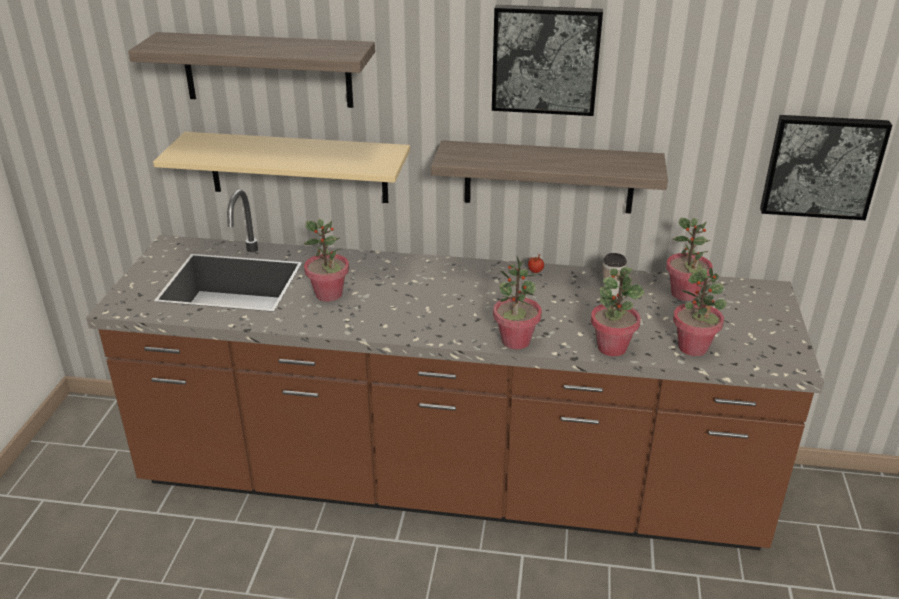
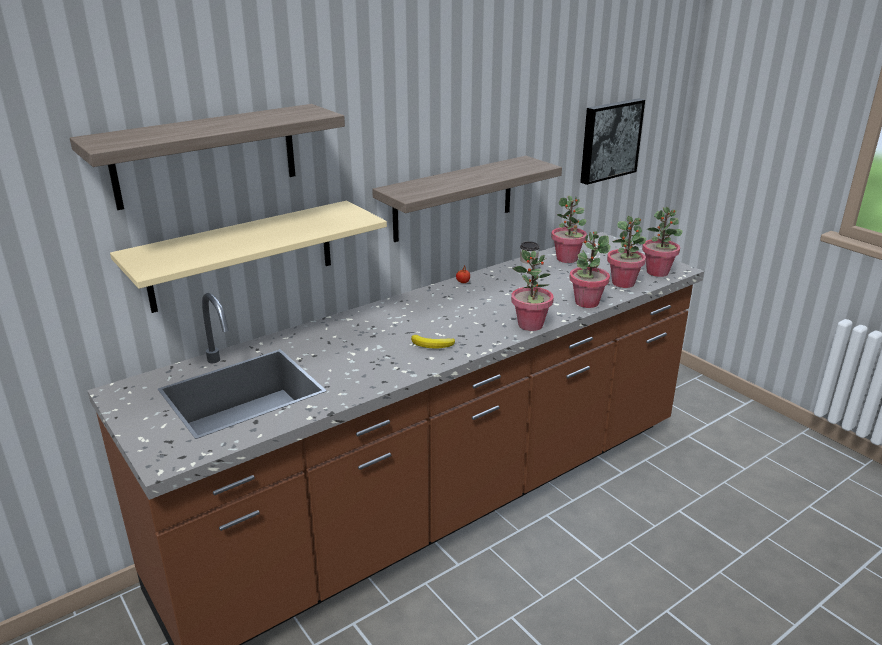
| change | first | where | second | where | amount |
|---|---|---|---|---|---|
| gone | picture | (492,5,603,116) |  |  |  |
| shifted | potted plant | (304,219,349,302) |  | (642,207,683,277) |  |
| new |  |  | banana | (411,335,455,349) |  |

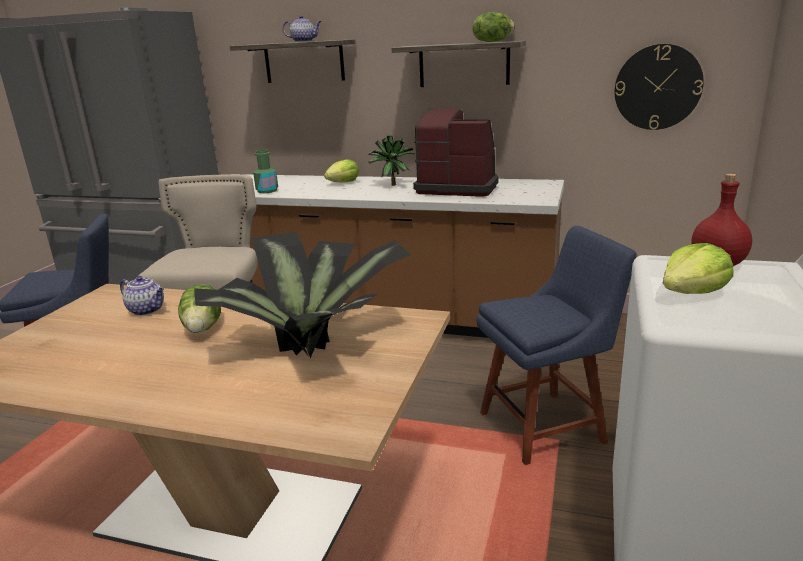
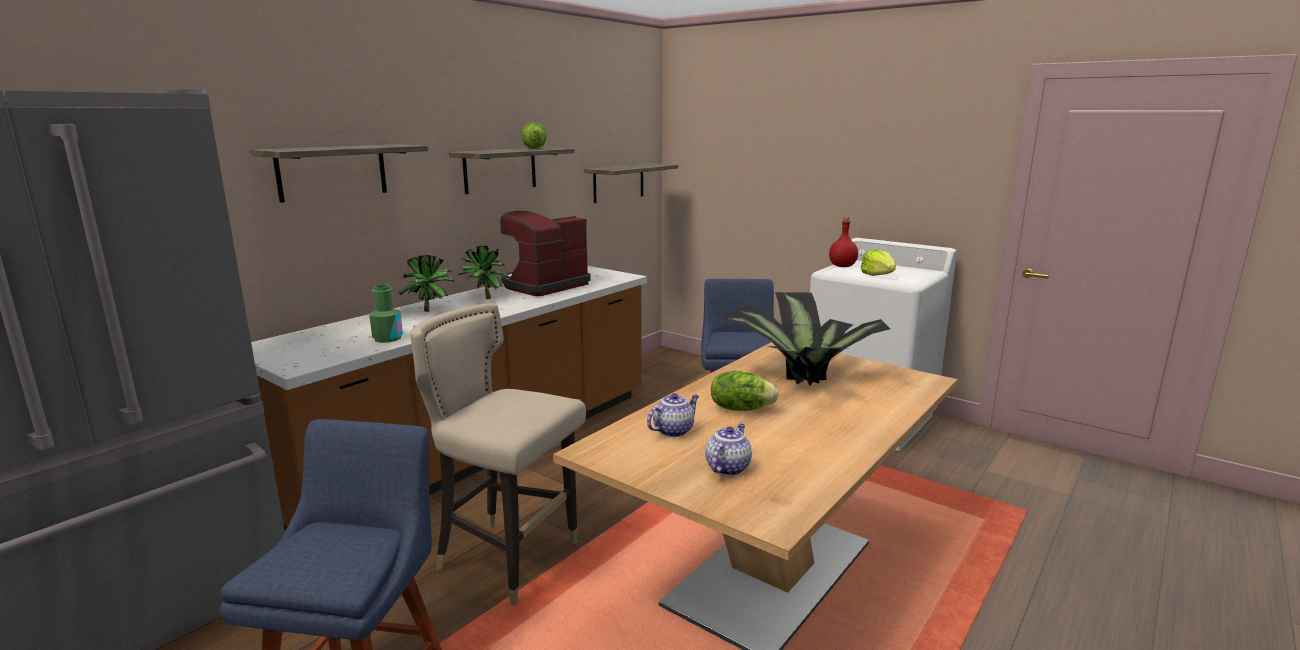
| change | first | where | second | where | amount |
|---|---|---|---|---|---|
| shifted | teapot | (282,15,322,42) |  | (705,424,752,476) |  |
| swapped | wall clock | (615,44,704,130) | shelf | (584,163,678,203) |  |
| swapped | lettuce | (324,159,359,182) | potted plant | (399,255,455,312) |  |

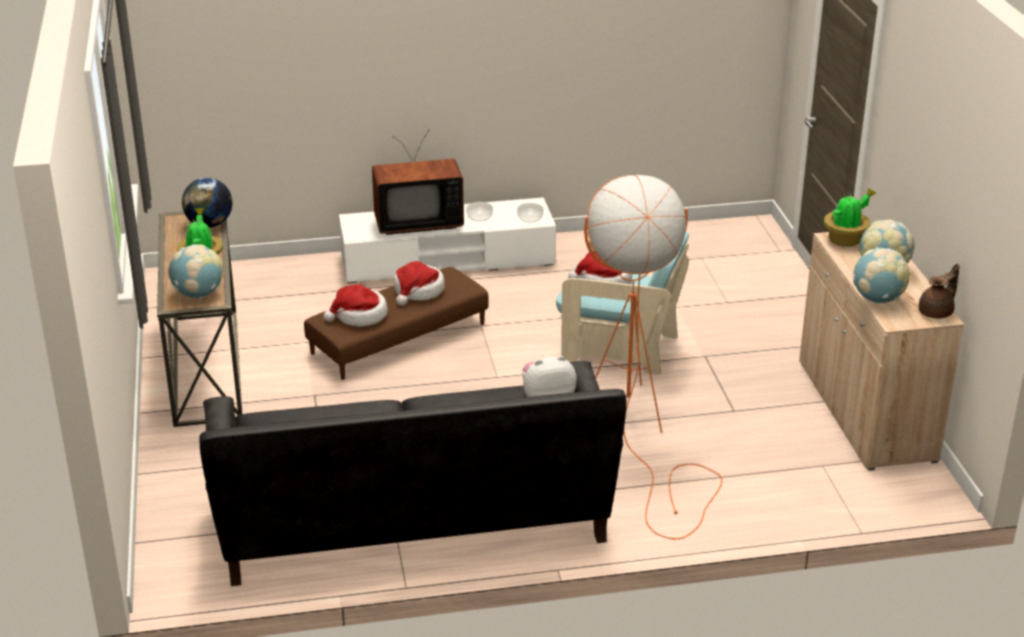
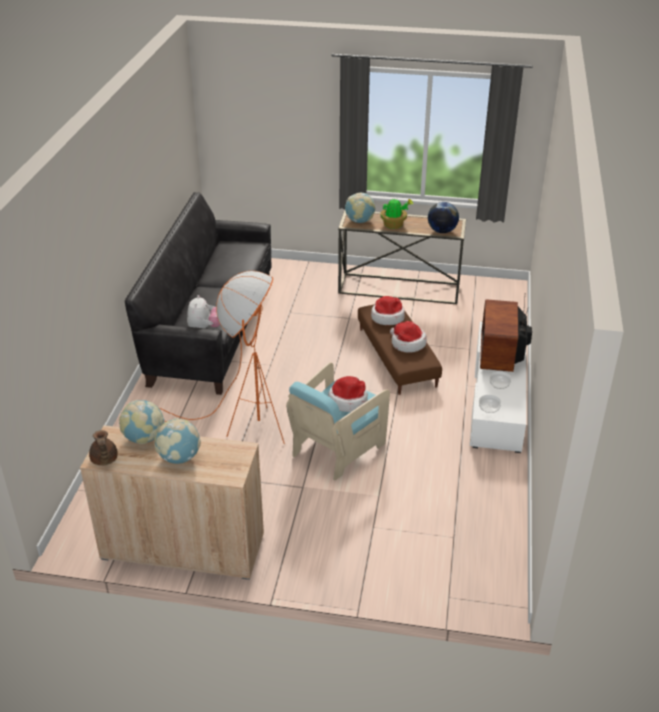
| change | first | where | second | where | amount |
|---|---|---|---|---|---|
| gone | potted plant | (824,188,877,247) |  |  |  |

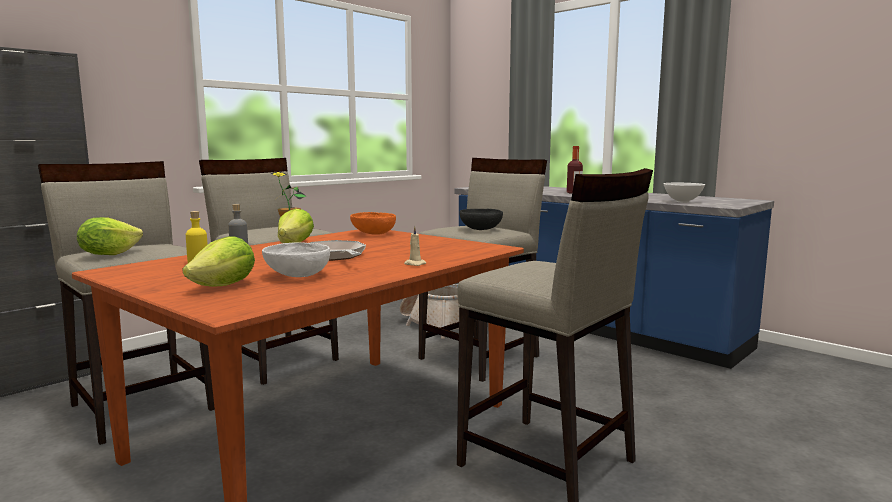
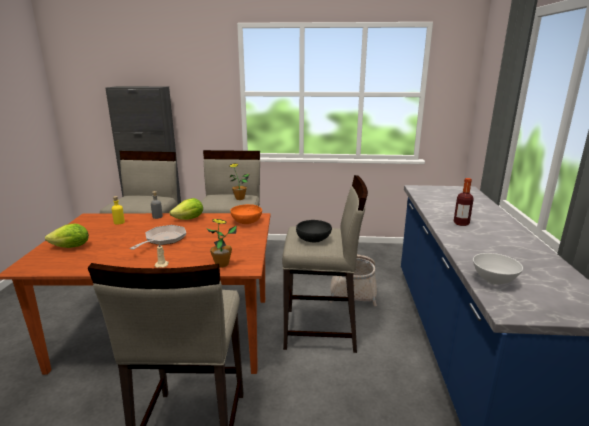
| change | first | where | second | where | amount |
|---|---|---|---|---|---|
| gone | lettuce | (77,217,143,255) |  |  |  |
| gone | white bowl | (262,242,330,277) |  |  |  |
| new |  |  | potted plant | (206,219,237,268) |  |

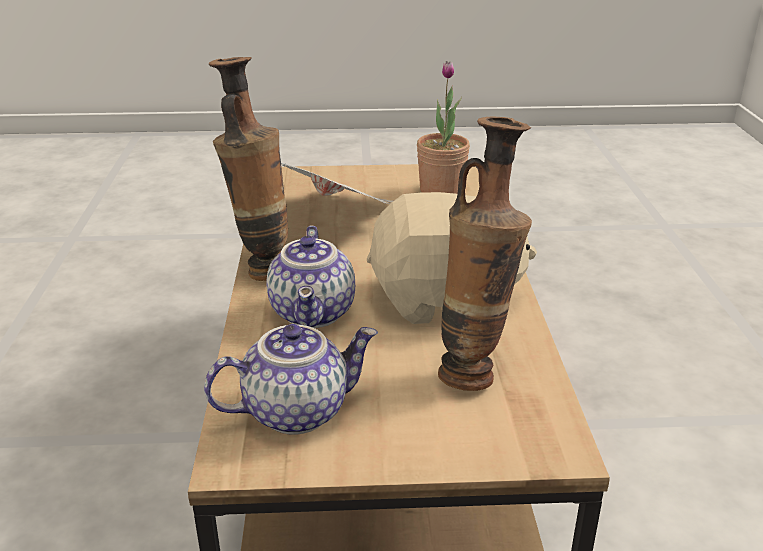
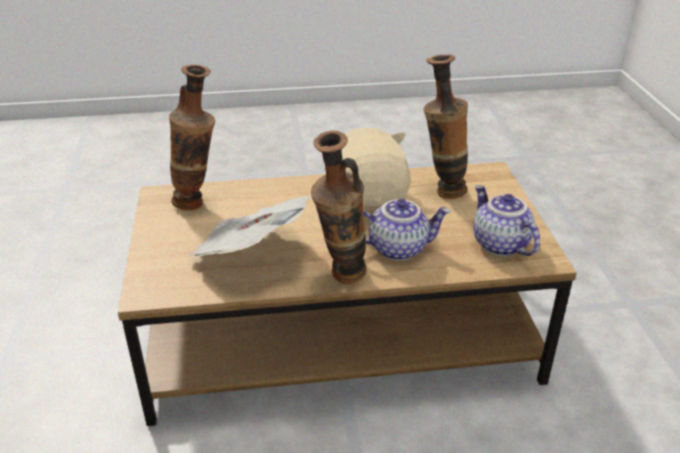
| change | first | where | second | where | amount |
|---|---|---|---|---|---|
| swapped | potted plant | (417,61,470,194) | vase | (169,65,215,211) |  |

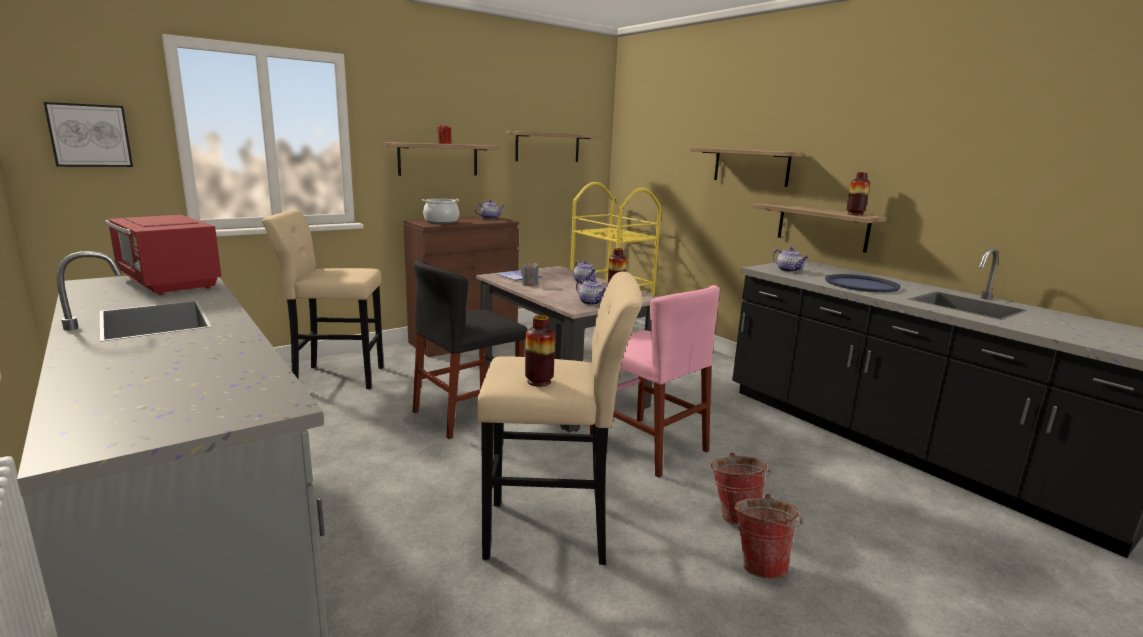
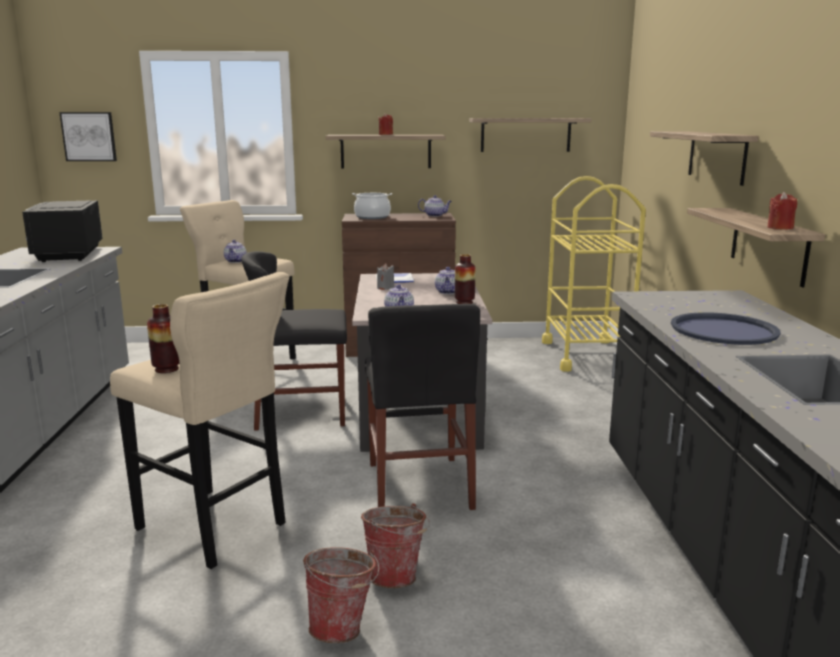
| change | first | where | second | where | amount |
|---|---|---|---|---|---|
| swapped | vase | (847,172,870,215) | red candle | (767,192,797,229) |  |
| repainted | red microwave | (105,215,222,295) | black microwave | (22,201,103,262) |  |
| shifted | teapot | (773,247,808,272) |  | (224,240,247,263) |  |
| repainted | pink chair | (590,285,720,478) | black chair | (365,304,480,510) |  |

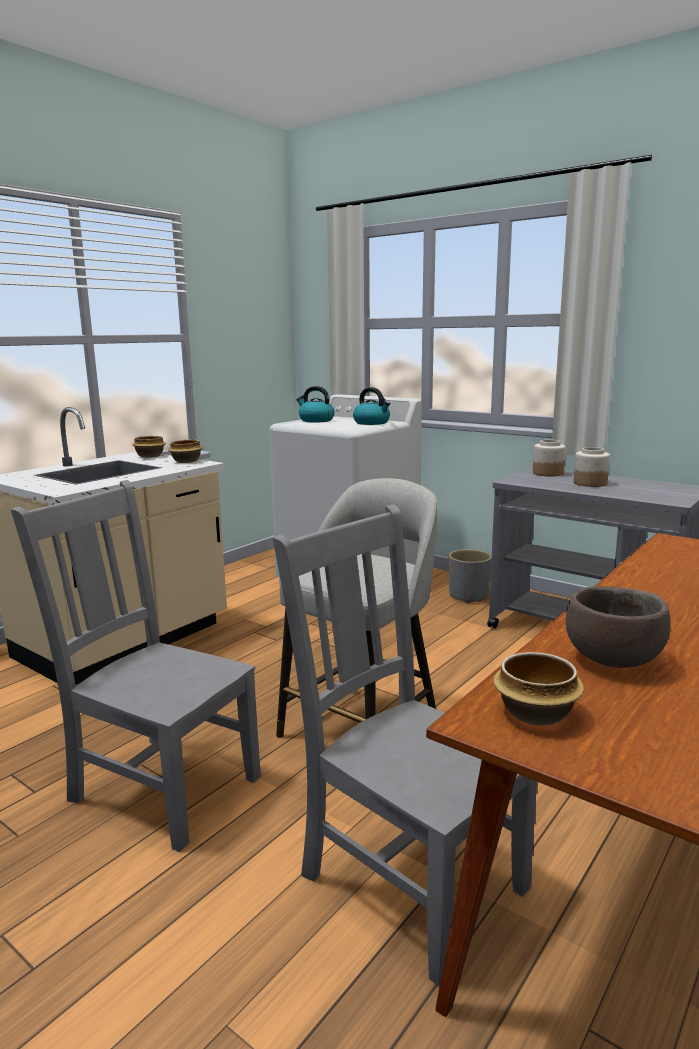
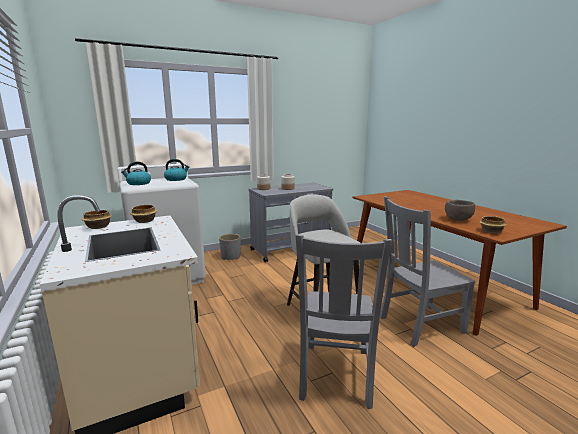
| change | first | where | second | where | amount |
|---|---|---|---|---|---|
| rotated | grey chair | (11,480,261,852) |  | (296,234,392,409) | 45 degrees counterclockwise |

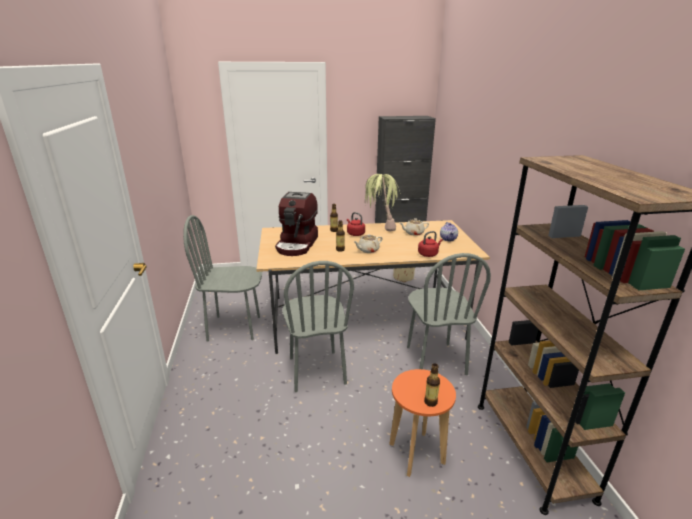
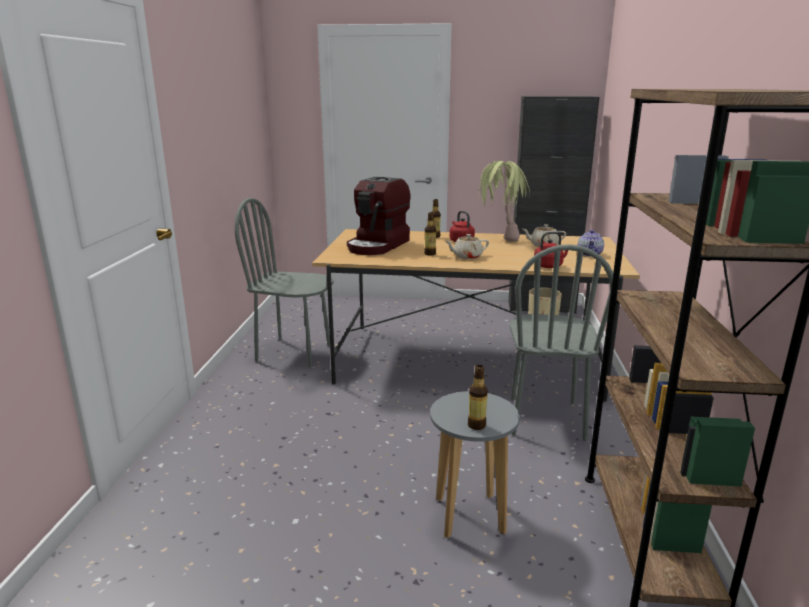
| change | first | where | second | where | amount |
|---|---|---|---|---|---|
| gone | grey chair | (282,261,354,392) |  |  |  |
| repainted | orange stool | (389,369,456,477) | grey stool | (430,391,520,538) |  |

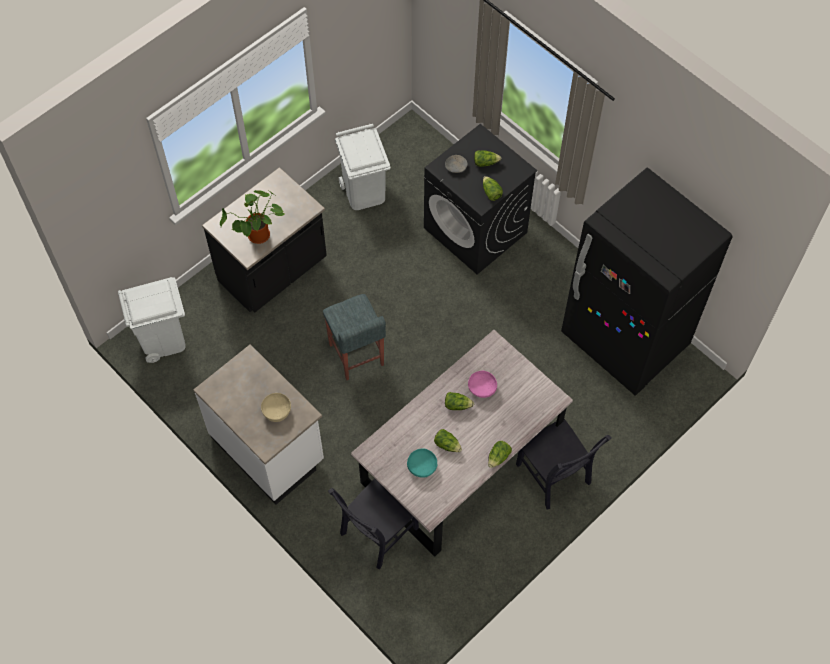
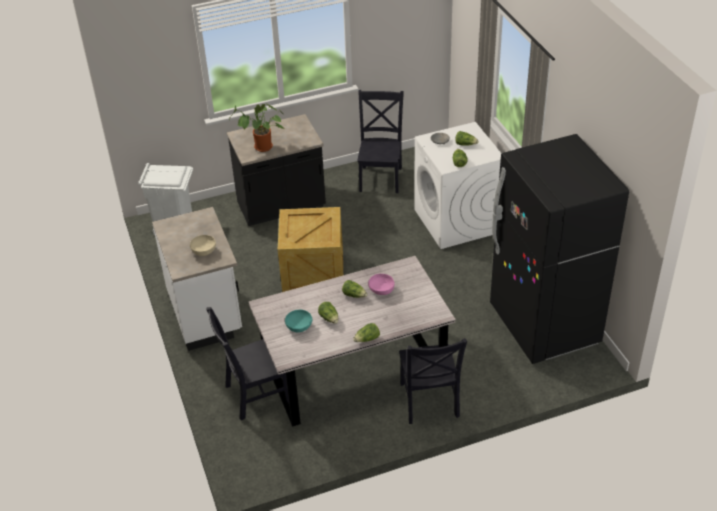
| change | first | where | second | where | amount |
|---|---|---|---|---|---|
| swapped | white trash can | (335,124,391,210) | black chair | (357,90,404,193) |  |
| repainted | black washing machine | (424,124,537,274) | white washing machine | (414,122,502,249) |  |
| swapped | grey stool | (323,294,386,380) | crate | (278,207,343,292) |  |

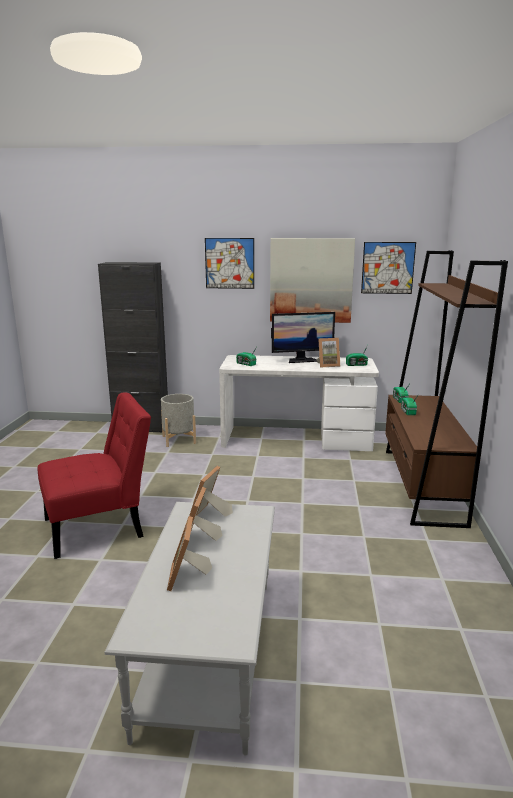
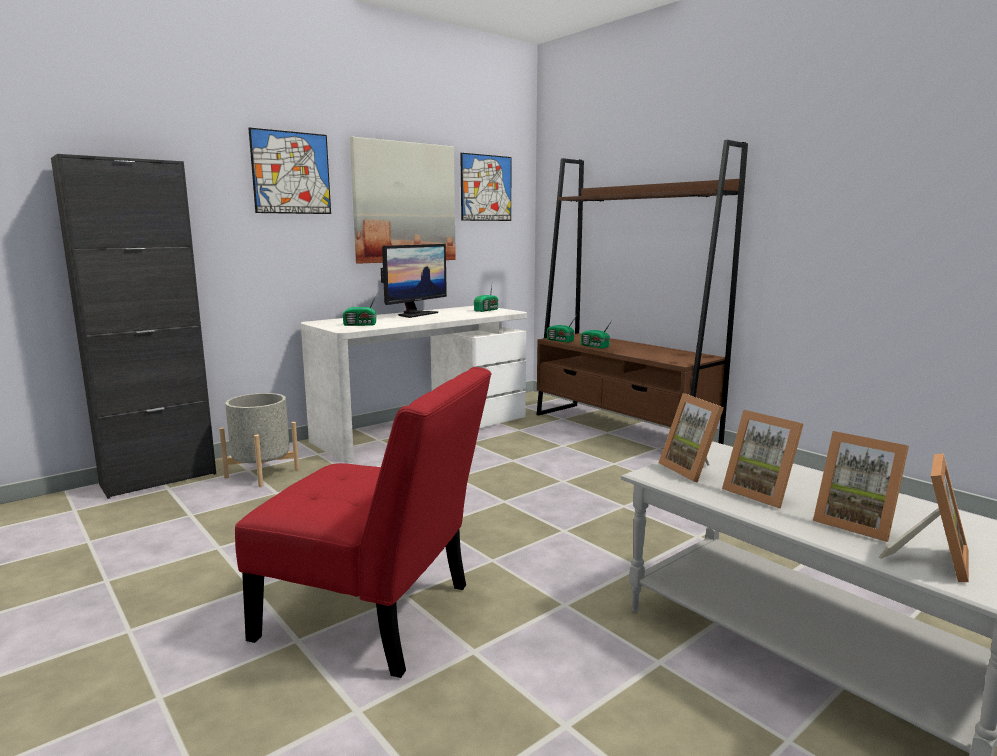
| change | first | where | second | where | amount |
|---|---|---|---|---|---|
| shifted | picture frame | (317,338,340,368) |  | (878,453,969,582) |  |
| rotated | red chair | (37,393,151,559) |  | (235,367,491,678) | 90 degrees clockwise |

